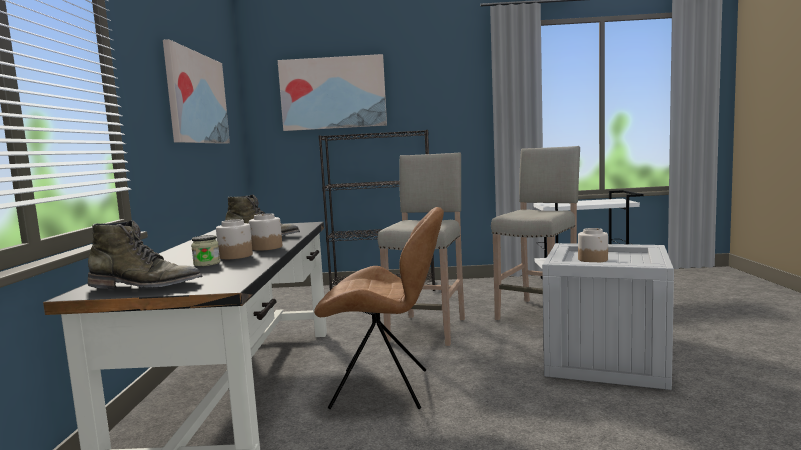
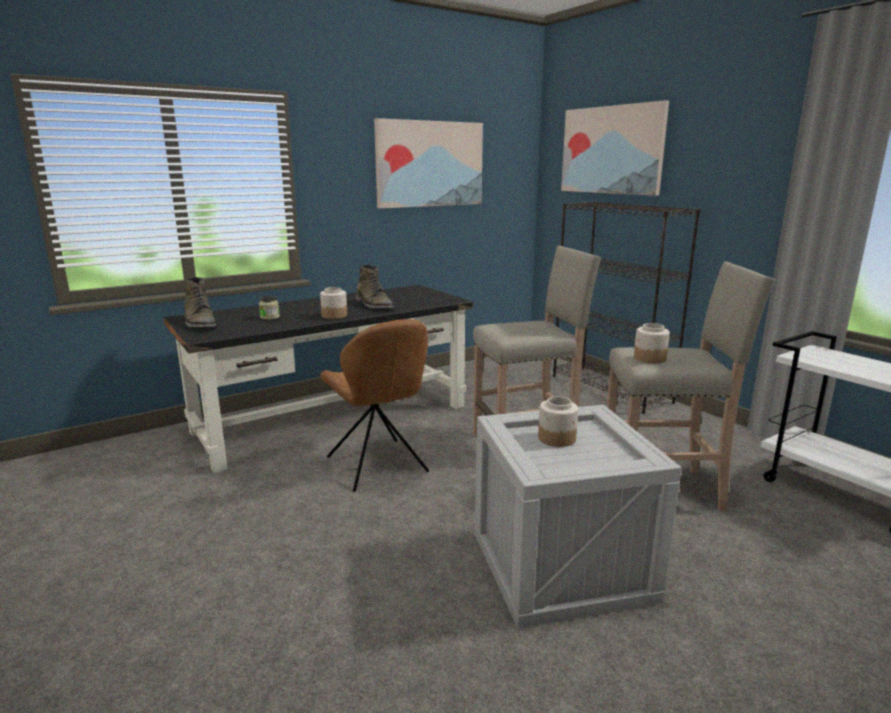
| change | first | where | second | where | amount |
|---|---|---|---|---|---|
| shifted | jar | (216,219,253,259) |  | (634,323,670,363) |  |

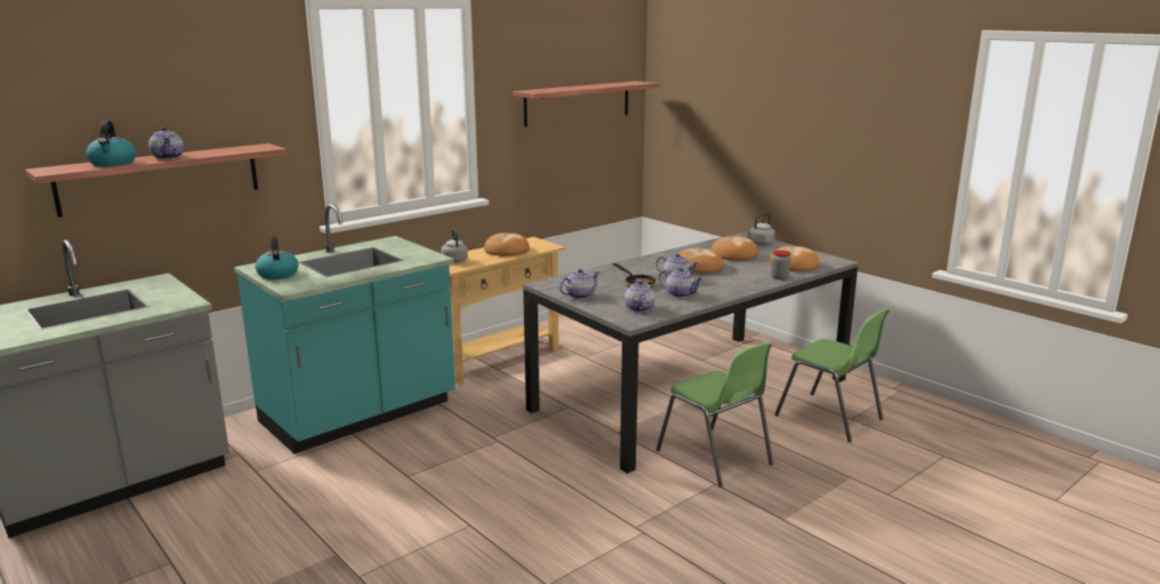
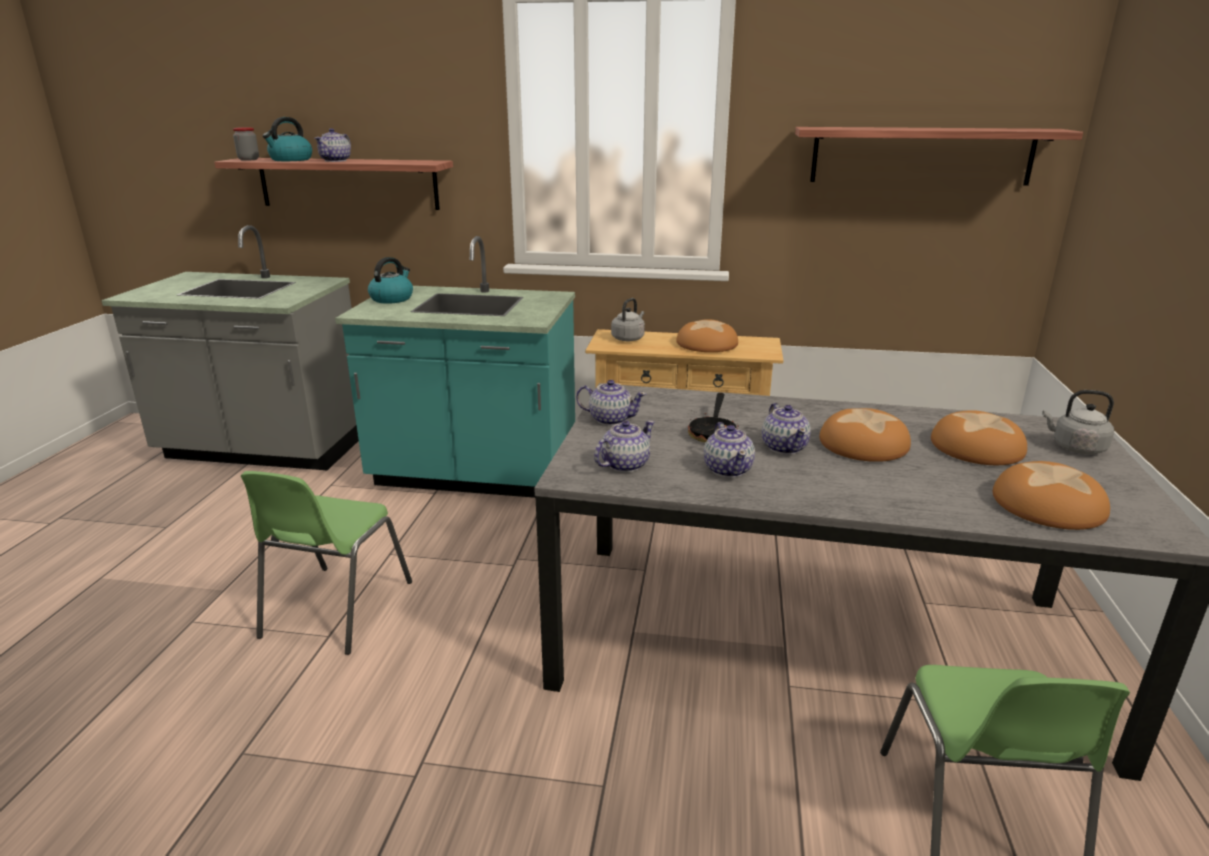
| change | first | where | second | where | amount |
|---|---|---|---|---|---|
| shifted | jar | (771,250,791,280) |  | (233,127,259,161) |  |
| shifted | green chair | (656,342,773,487) |  | (241,471,412,655) |  |

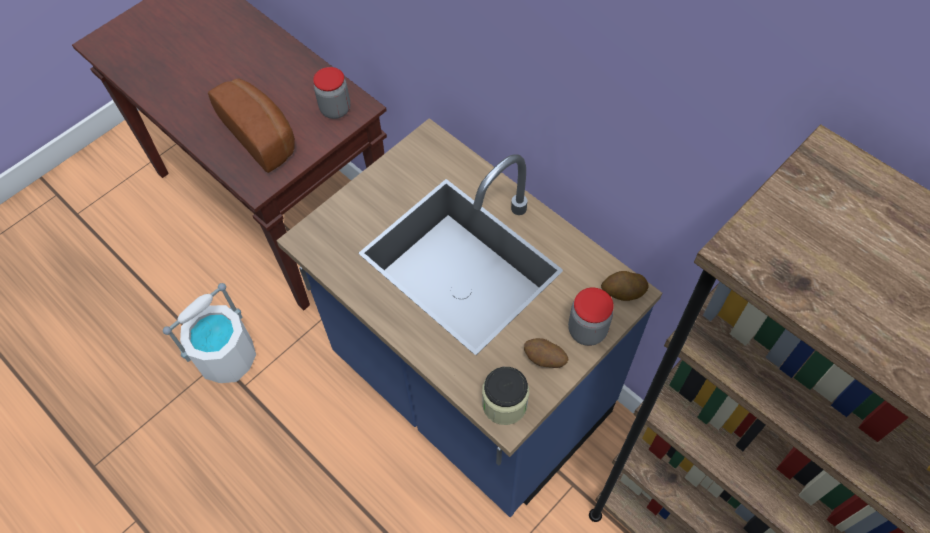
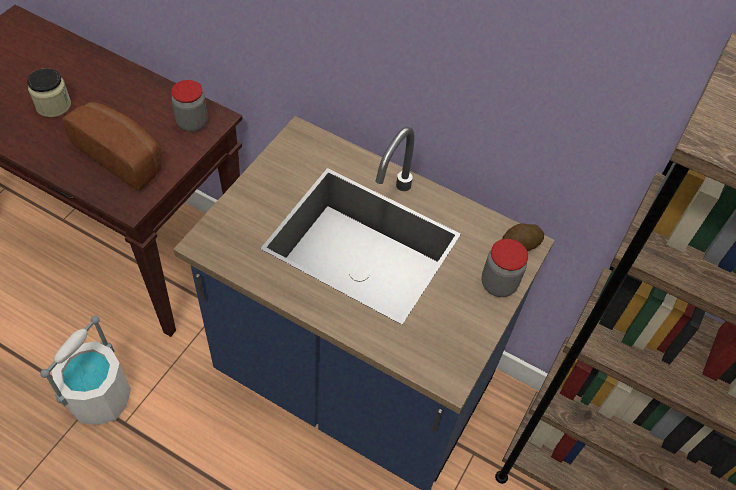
| change | first | where | second | where | amount |
|---|---|---|---|---|---|
| gone | potato | (524,338,568,368) |  |  |  |
| shifted | jar | (482,367,529,425) |  | (27,68,71,117) |  |

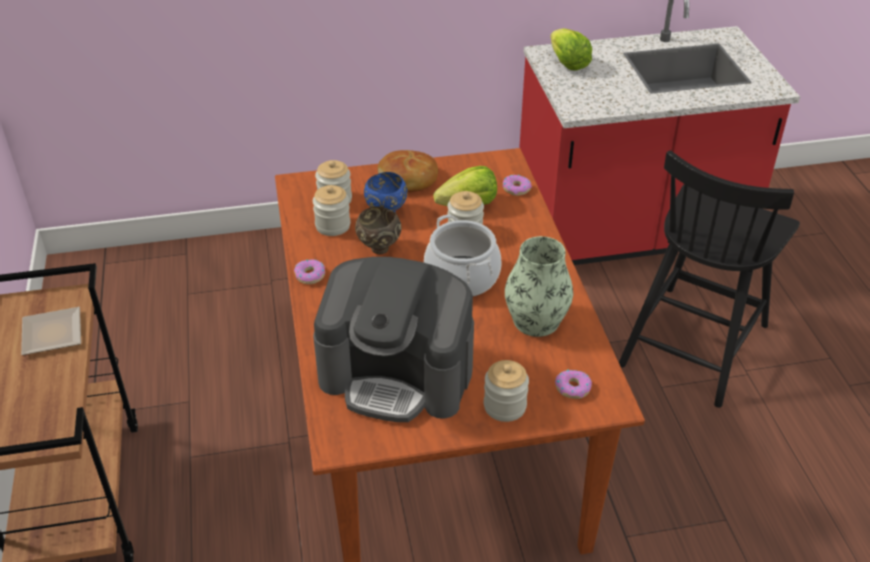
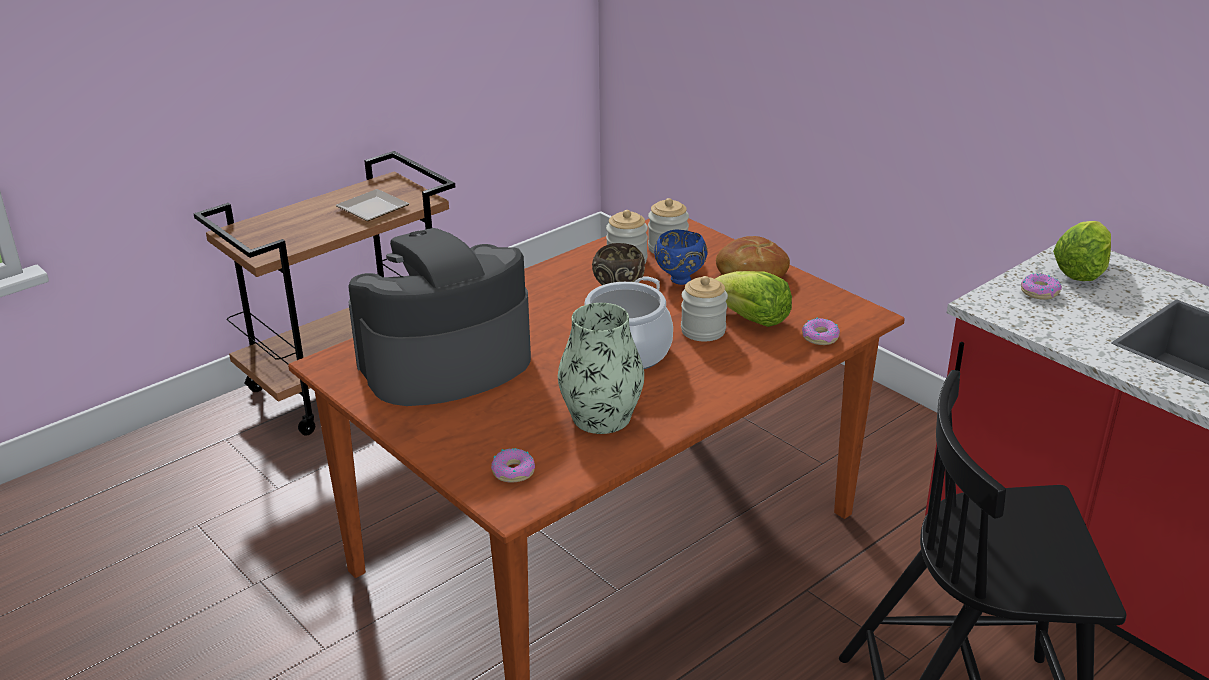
| change | first | where | second | where | amount |
|---|---|---|---|---|---|
| rotated | coffee machine | (313,257,474,422) |  | (348,228,531,406) | 75 degrees clockwise |
| shifted | donut | (294,260,325,284) |  | (1021,273,1062,300) |  |
| gone | jar | (484,360,529,422) |  |  |  |

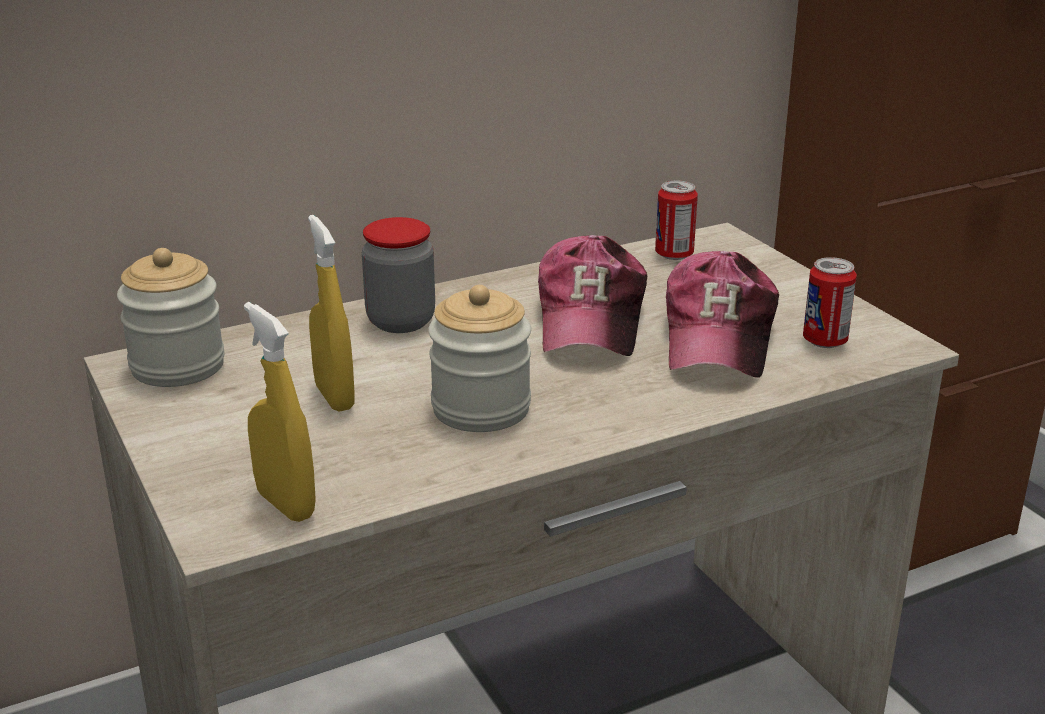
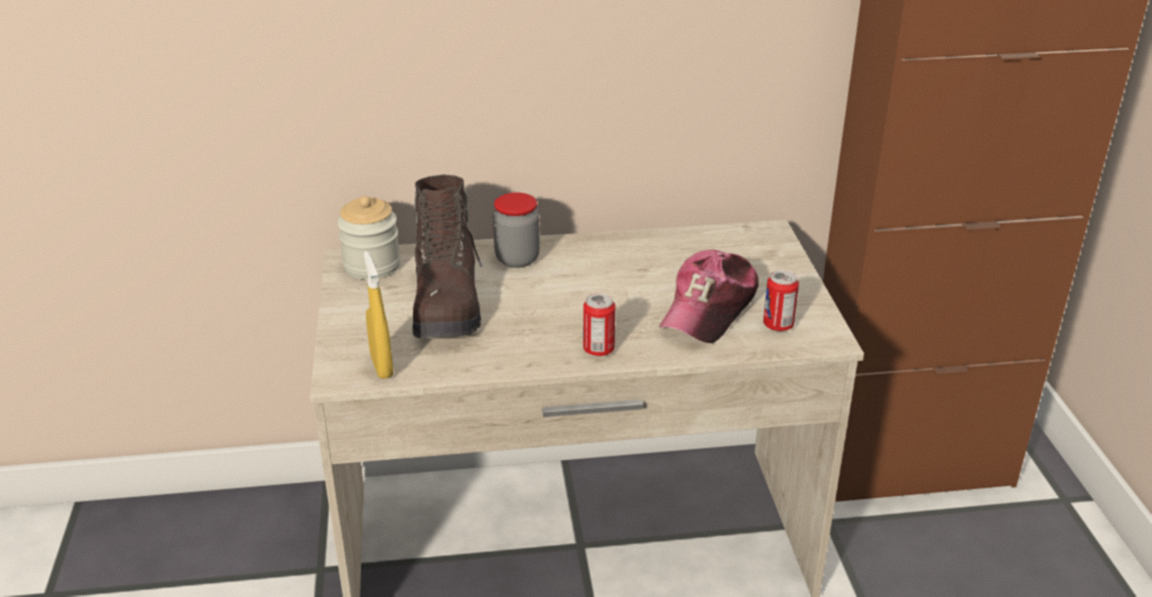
| change | first | where | second | where | amount |
|---|---|---|---|---|---|
| shifted | can | (655,181,698,260) |  | (583,293,615,356) |  |
| swapped | yellow spray bottle | (308,215,355,412) | brown boot | (413,175,483,338) |  |
| gone | cap | (538,235,647,356) |  |  |  |
| gone | jar | (428,285,531,432) |  |  |  |

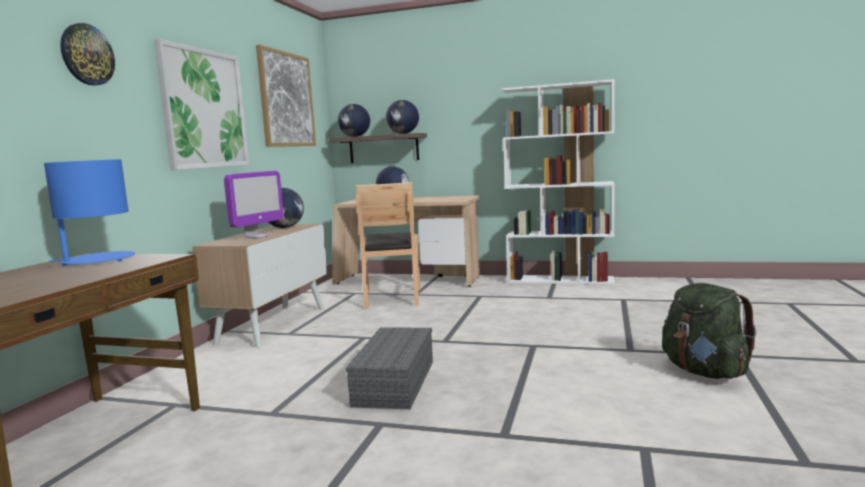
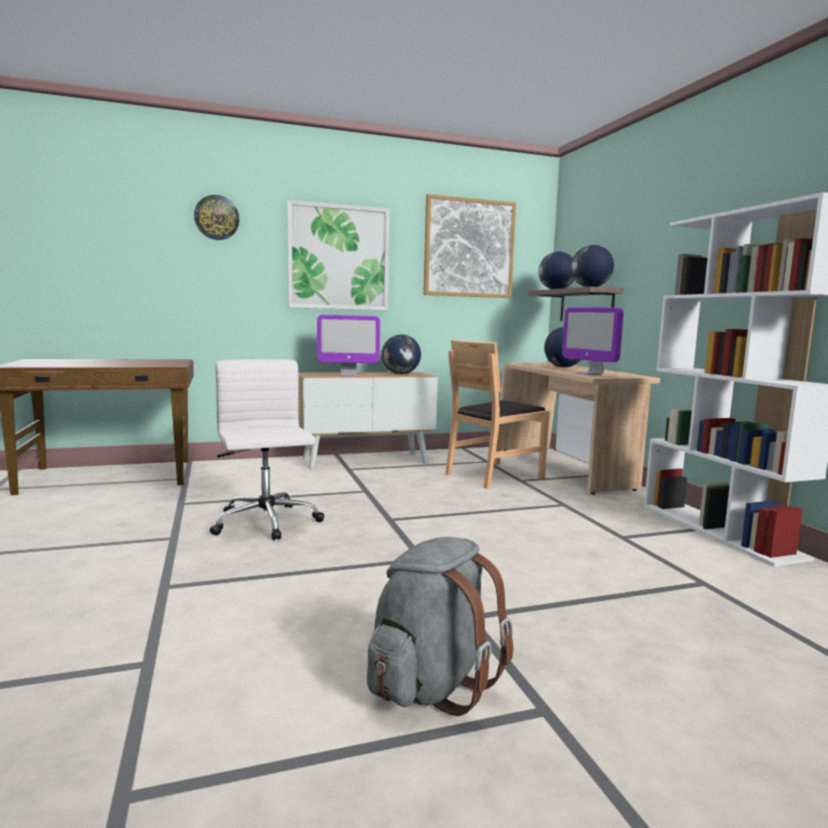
| change | first | where | second | where | amount |
|---|---|---|---|---|---|
| gone | blue table lamp | (44,159,135,265) |  |  |  |
| repainted | green backpack | (662,283,757,379) | grey backpack | (367,537,513,716) |  |
| swapped | grey storage box | (346,327,433,409) | white office chair | (209,359,324,540) |  |
| new |  |  | monitor | (562,308,624,375) |  |

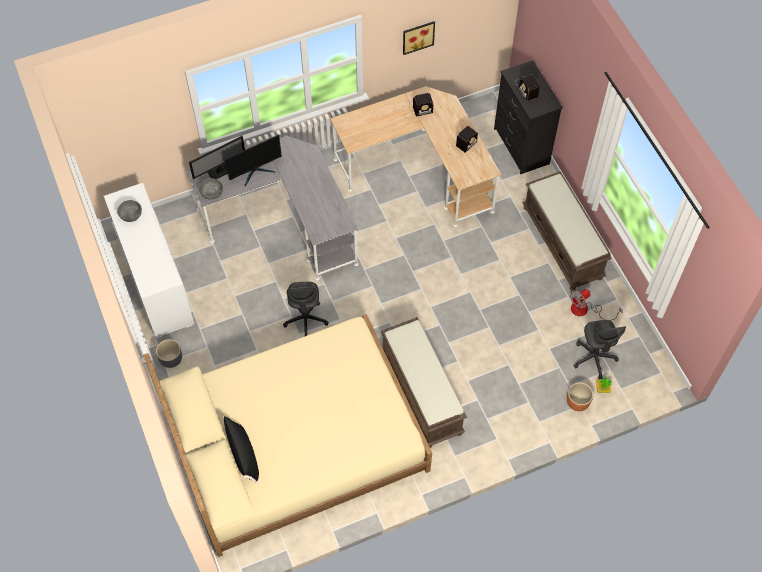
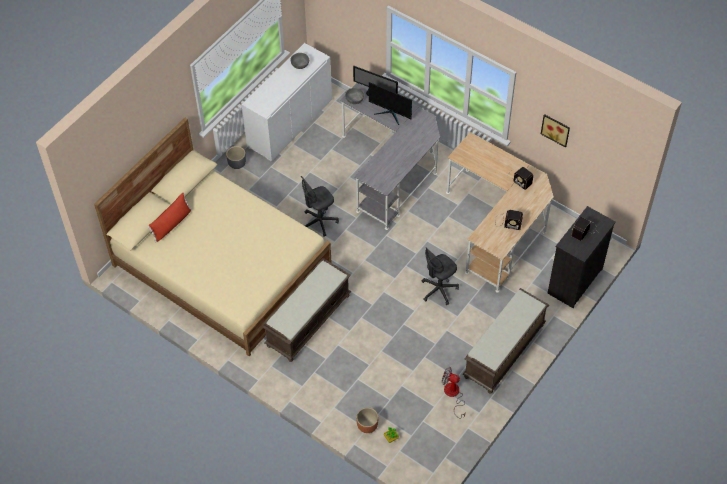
| change | first | where | second | where | amount |
|---|---|---|---|---|---|
| shifted | grey office chair | (573,320,626,379) |  | (422,248,459,305) |  |
| repainted | black pillow | (223,416,259,484) | red pillow | (147,193,192,242) |  |

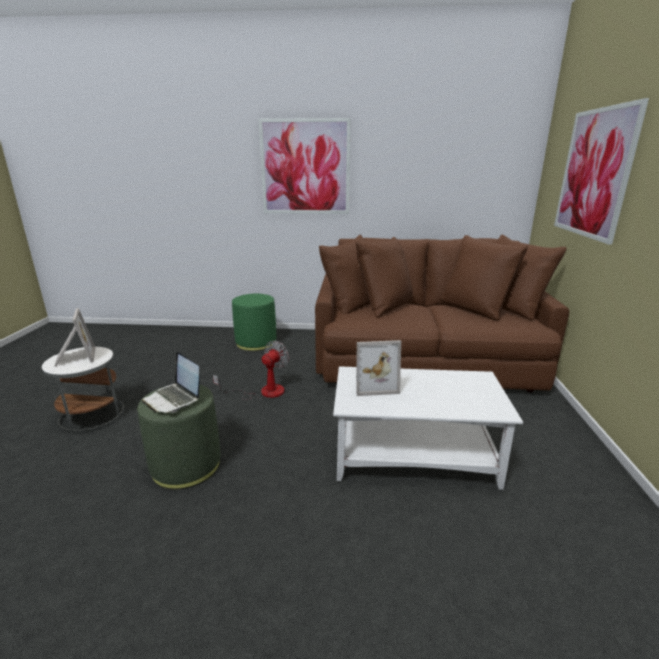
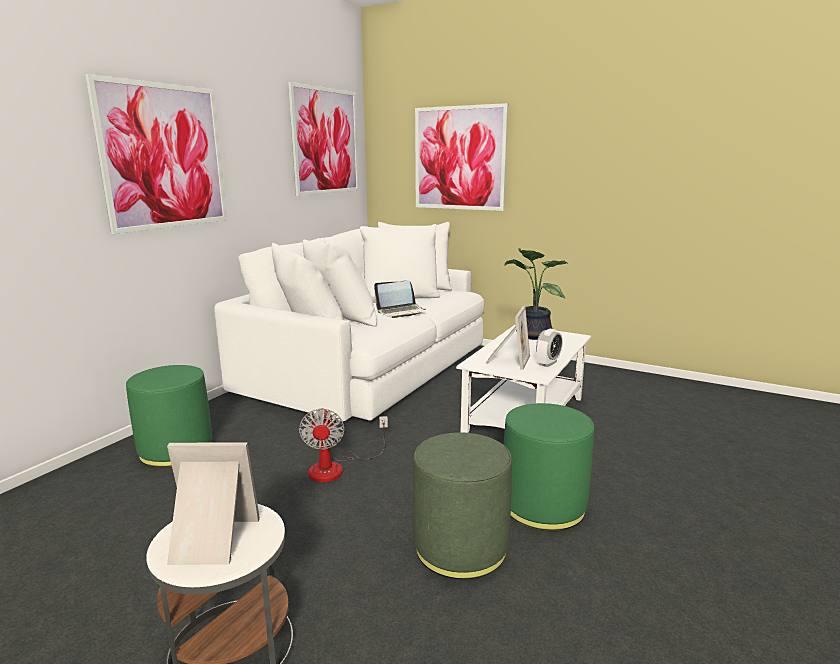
| change | first | where | second | where | amount |
|---|---|---|---|---|---|
| repainted | brown sofa | (315,234,569,392) | white sofa | (214,222,484,421) |  |
| rotated | fan | (213,341,289,400) |  | (299,408,388,482) | 150 degrees counterclockwise |
| shifted | laptop | (142,351,200,413) |  | (374,281,426,318) |  |
| new |  |  | picture | (288,82,359,196) |  |
| new |  |  | potted plant | (504,248,567,340) |  |
| new |  |  | alarm clock | (536,329,563,367) |  |
| new |  |  | green ottoman | (504,403,594,531) |  |

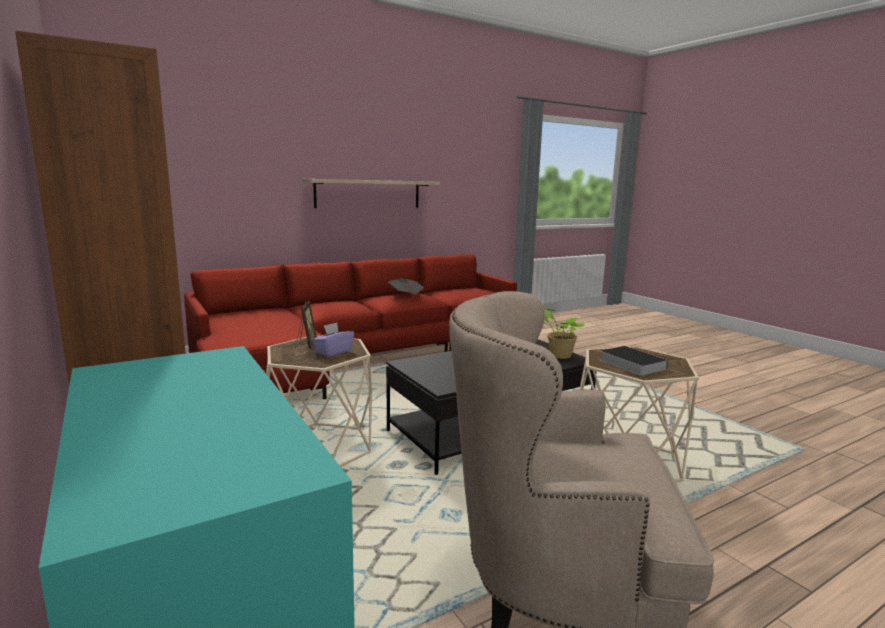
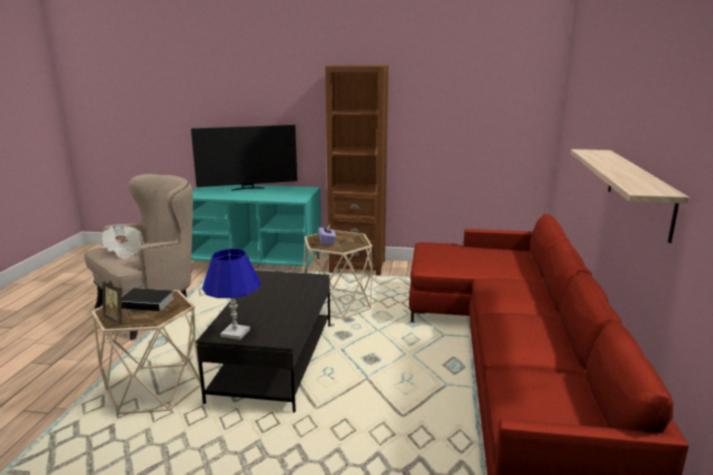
| change | first | where | second | where | amount |
|---|---|---|---|---|---|
| shifted | newspaper | (388,278,424,293) |  | (102,224,144,259) |  |
| shifted | picture frame | (295,300,317,348) |  | (102,280,132,325) |  |
| swapped | potted plant | (544,307,585,359) | blue table lamp | (202,249,261,340) |  |
| new |  |  | television | (191,125,297,191) |  |

